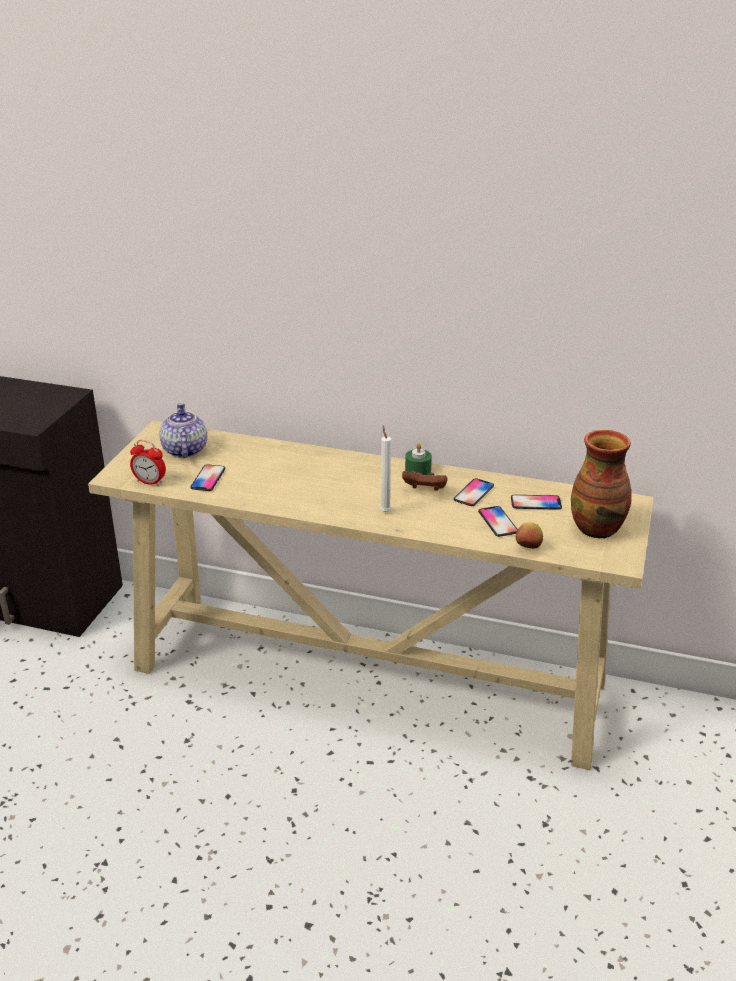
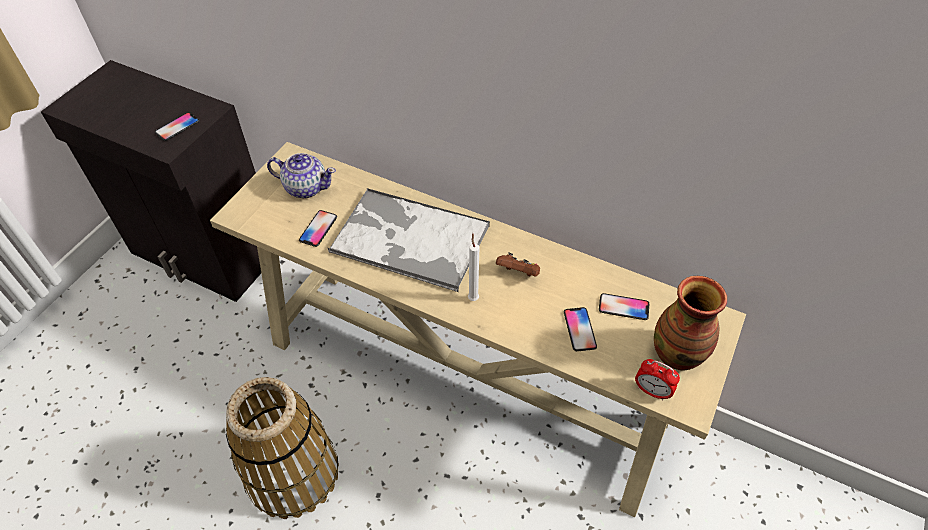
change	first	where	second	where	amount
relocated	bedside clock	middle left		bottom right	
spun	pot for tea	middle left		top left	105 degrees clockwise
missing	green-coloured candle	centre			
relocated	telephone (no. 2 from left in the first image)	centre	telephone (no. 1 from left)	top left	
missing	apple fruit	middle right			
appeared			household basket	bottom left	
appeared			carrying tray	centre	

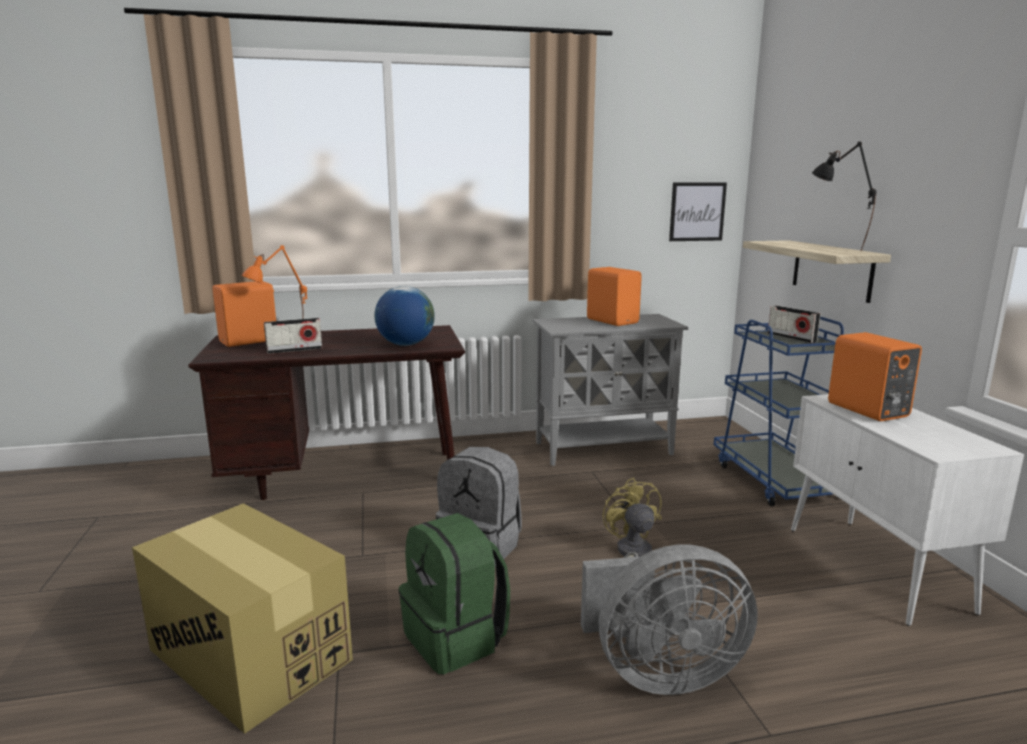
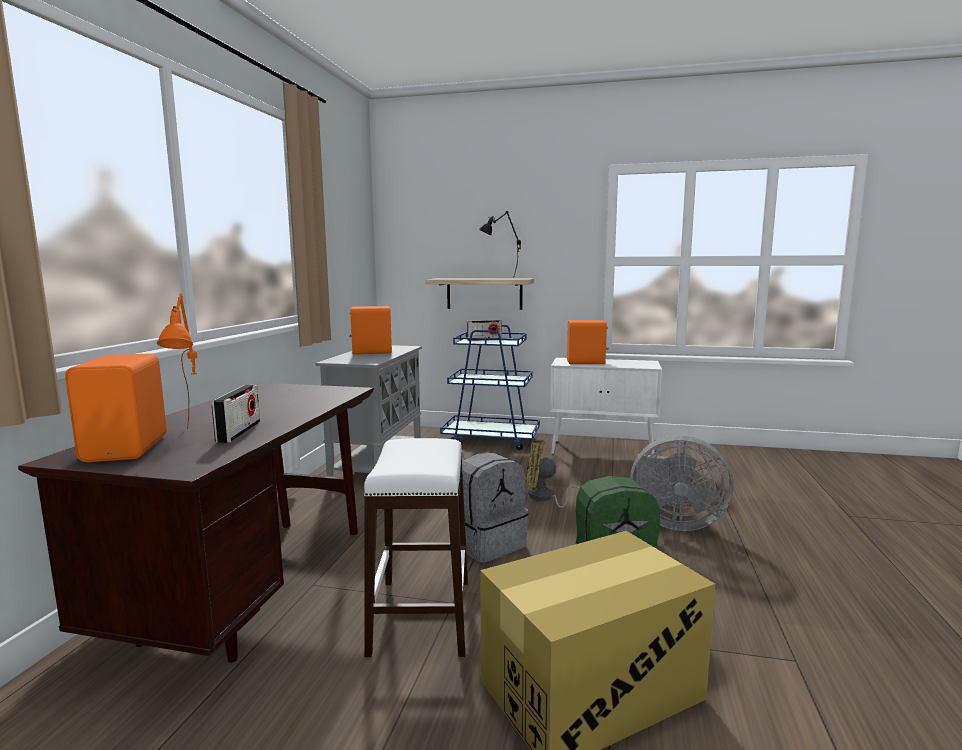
change	first	where	second	where	amount
missing	desk globe	centre			
spun	gray cooling fan	bottom centre		middle right	90 degrees clockwise
missing	wall picture	top right			
appeared			white stool seat	bottom centre	

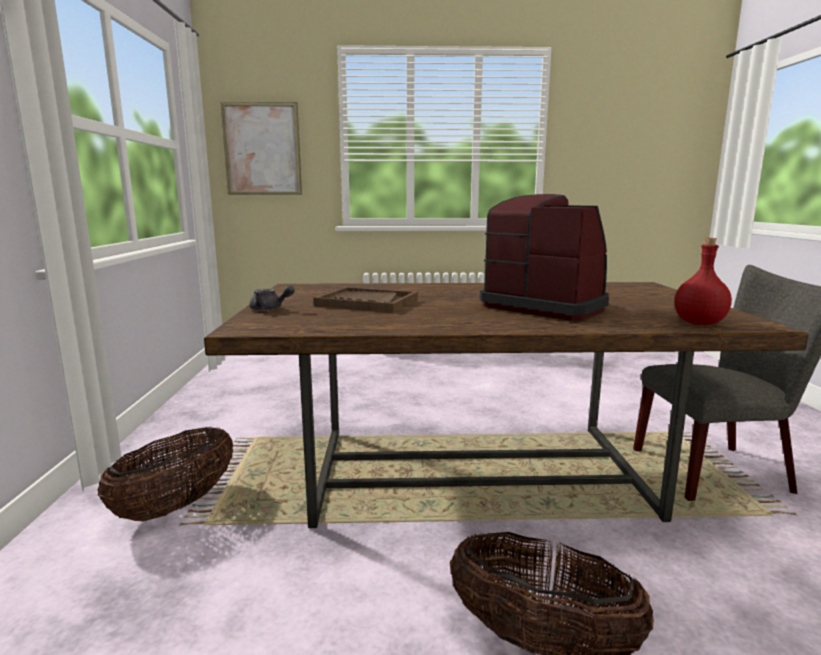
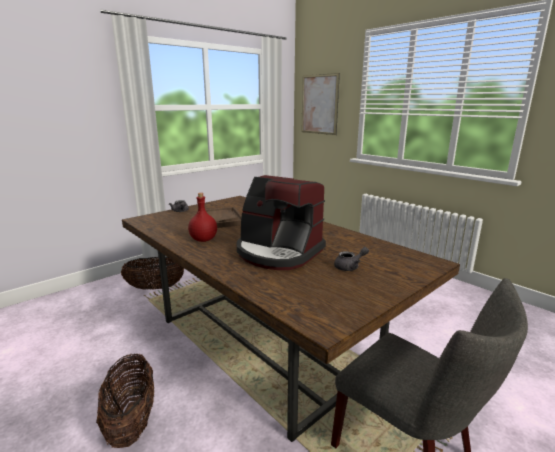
change	first	where	second	where	amount
spun	coffee maker	centre		centre	120 degrees clockwise
relocated	red beverage bottle	middle right		centre	
appeared			gray pot for tea (no. 2 from left)	centre	

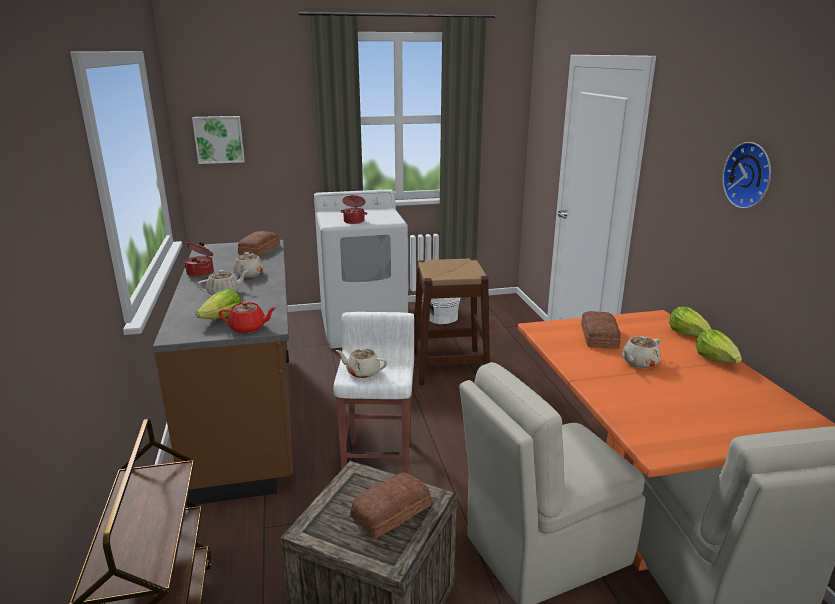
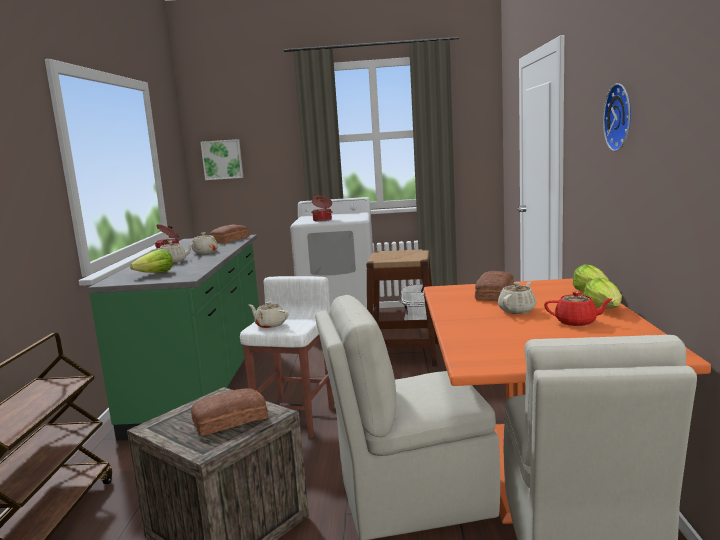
change	first	where	second	where	amount
colour	brown-coloured counter	middle left	green-coloured counter	middle left	
relocated	red pot for tea	middle left		middle right	
spun	beige-coloured pot for tea (no. 4 from left)	middle right		middle right	150 degrees clockwise

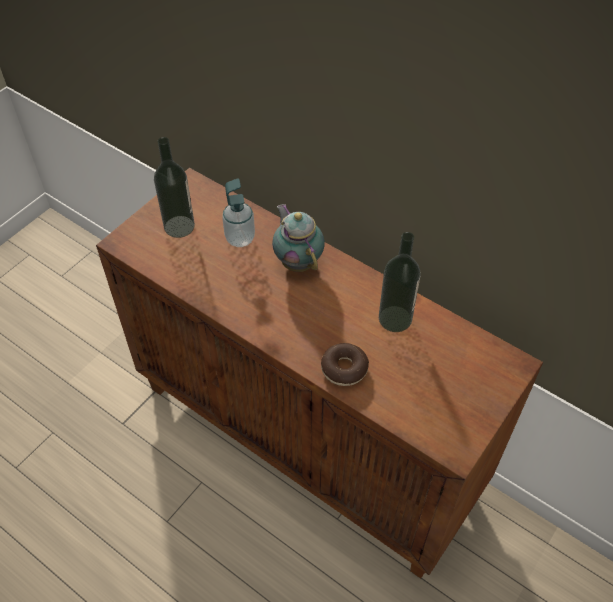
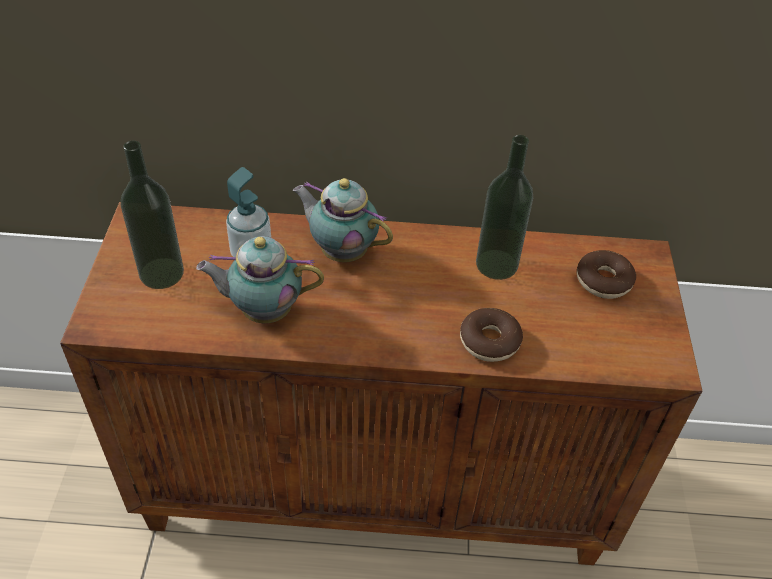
change	first	where	second	where	amount
appeared			pot for tea (no. 1 from left)	centre	
appeared			ring doughnut (no. 2 from left)	middle right	

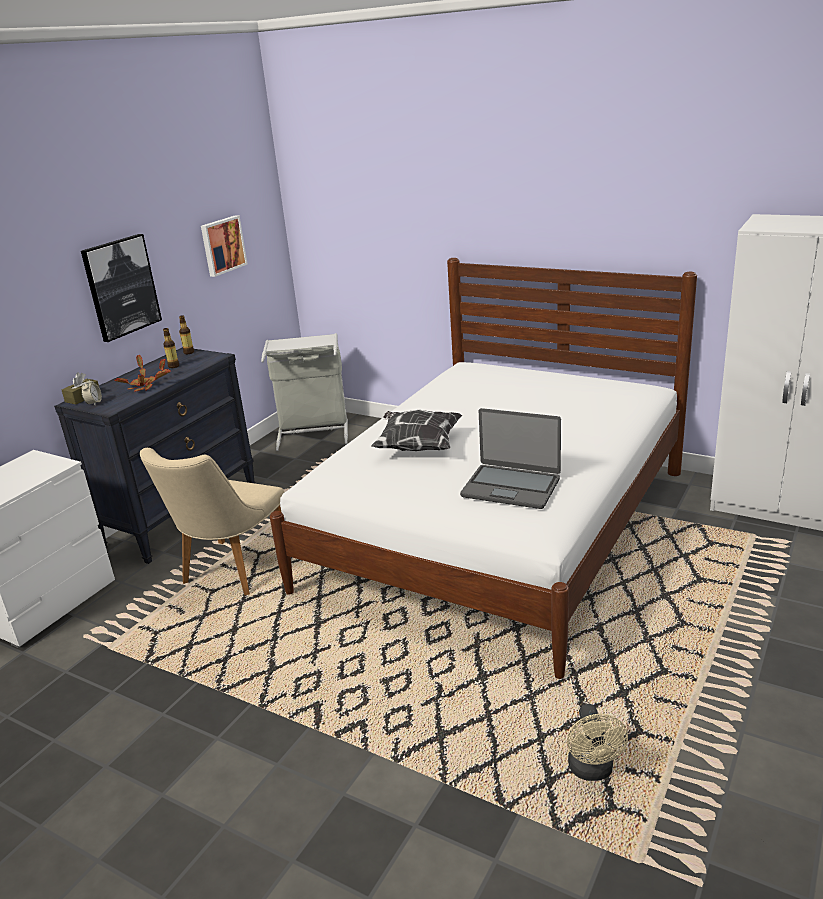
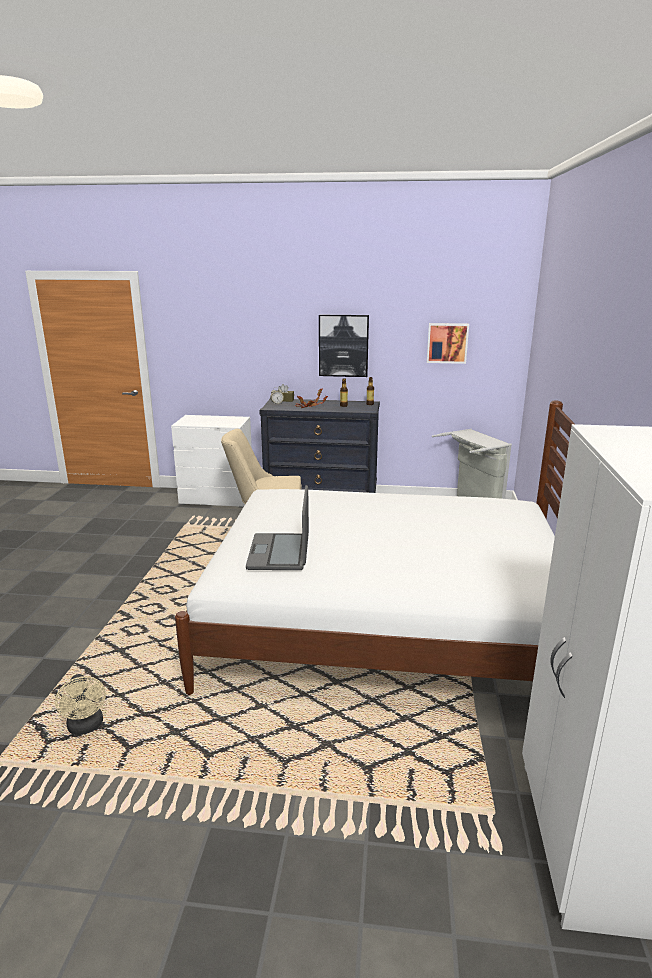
change	first	where	second	where	amount
missing	throw pillow	centre			
spun	beige-coloured cooling fan	bottom right		bottom left	90 degrees counterclockwise

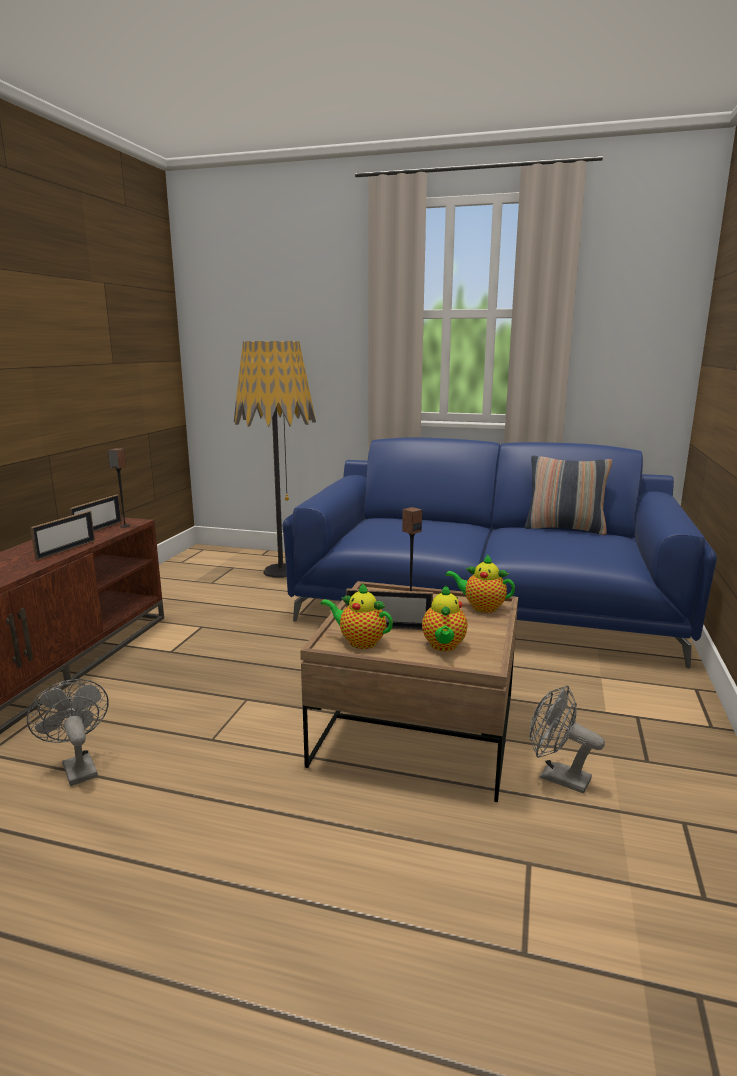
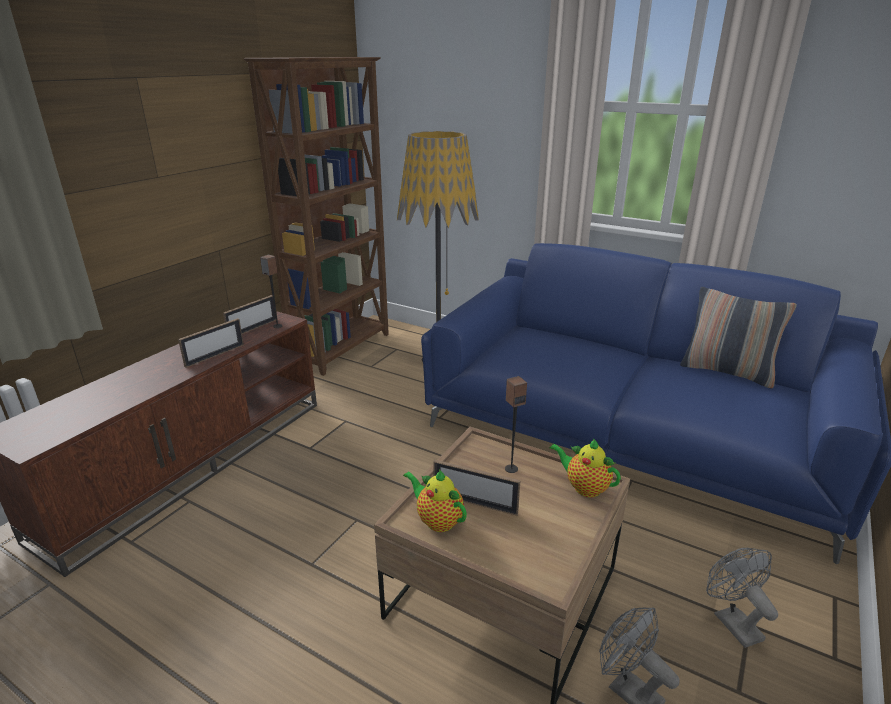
change	first	where	second	where	amount
relocated	gray cooling fan (no. 1 from left in the first image)	bottom left	gray cooling fan (no. 2 from left)	bottom right	
missing	pot for tea (no. 2 from left)	centre			
appeared			brown-coloured shelving unit	top centre	

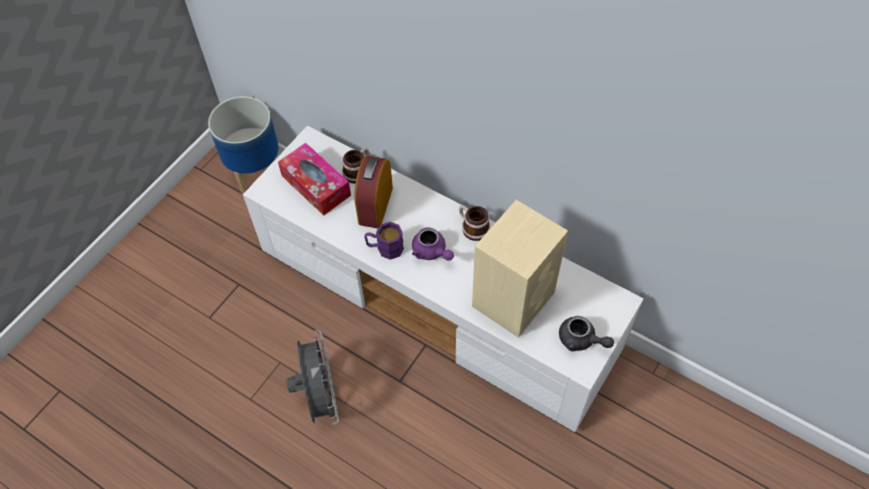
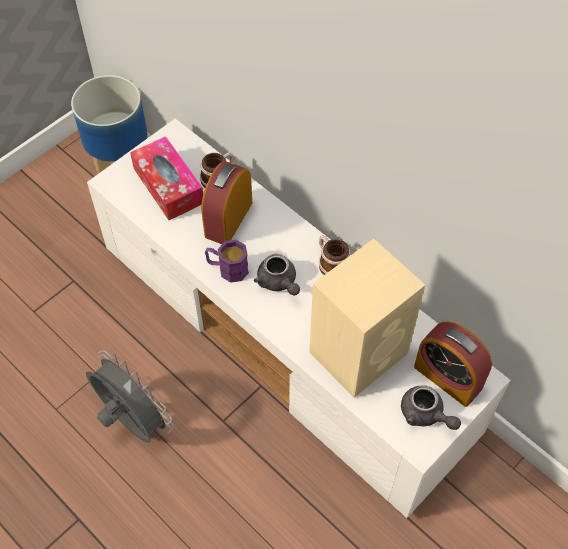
change	first	where	second	where	amount
spun	gray cooling fan	bottom centre		bottom left	45 degrees counterclockwise
colour	purple-coloured pot for tea	centre	gray pot for tea (no. 1 from left)	centre	
appeared			bedside clock (no. 2 from left)	middle right	

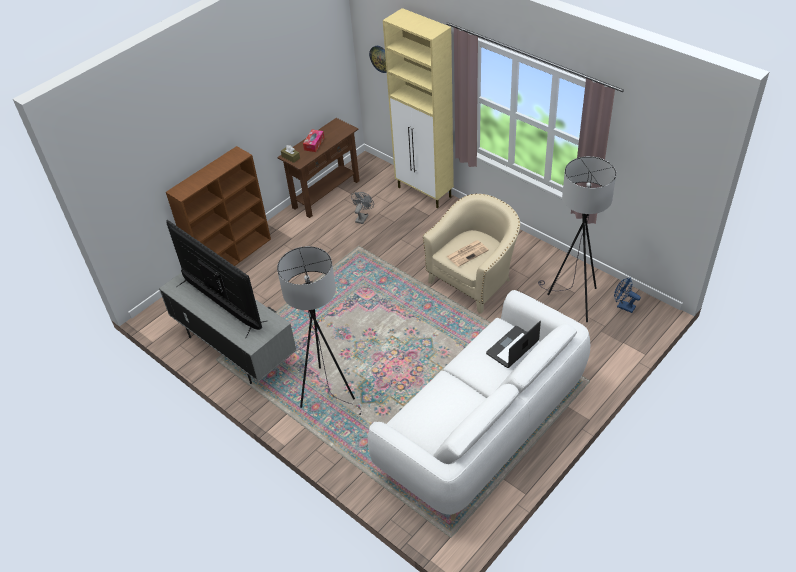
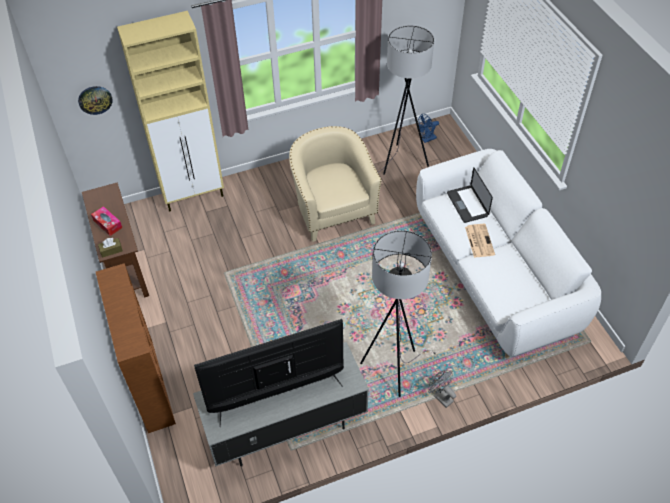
change	first	where	second	where	amount
relocated	gray cooling fan	centre		bottom centre	
relocated	newspaper	centre		middle right	

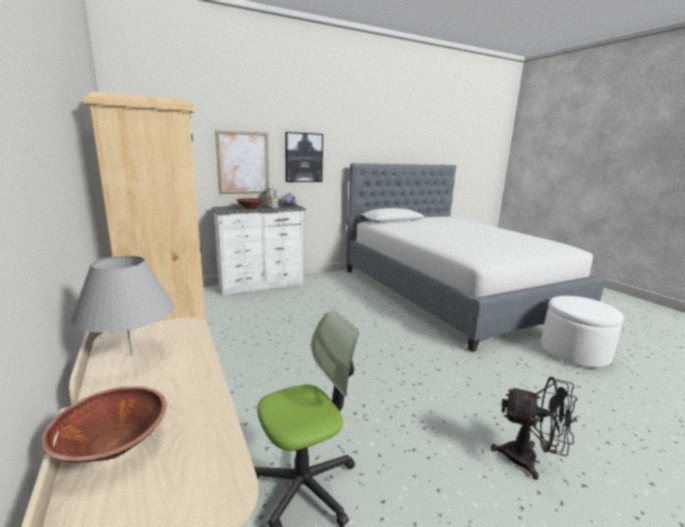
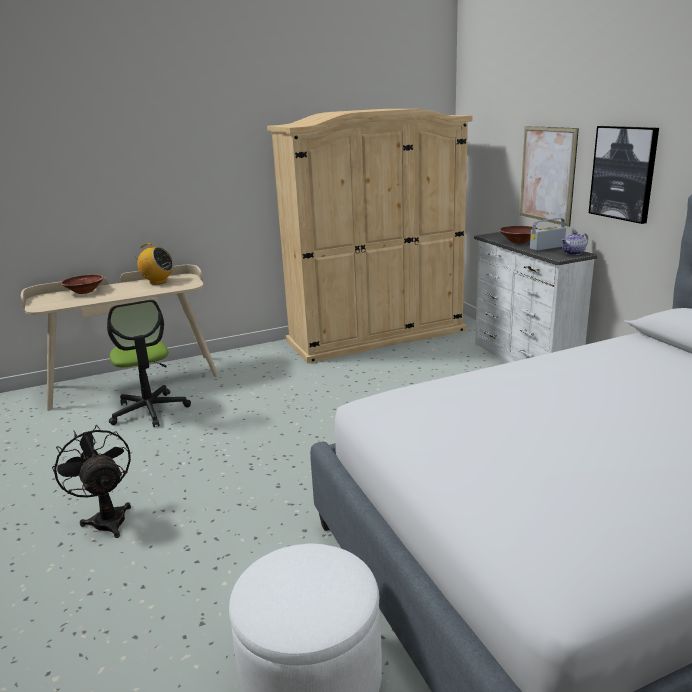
change	first	where	second	where	amount
exchanged	gray table lamp	middle left	radio (no. 1 from left)	middle left	
spun	blackish cooling fan	bottom right		bottom left	120 degrees clockwise

